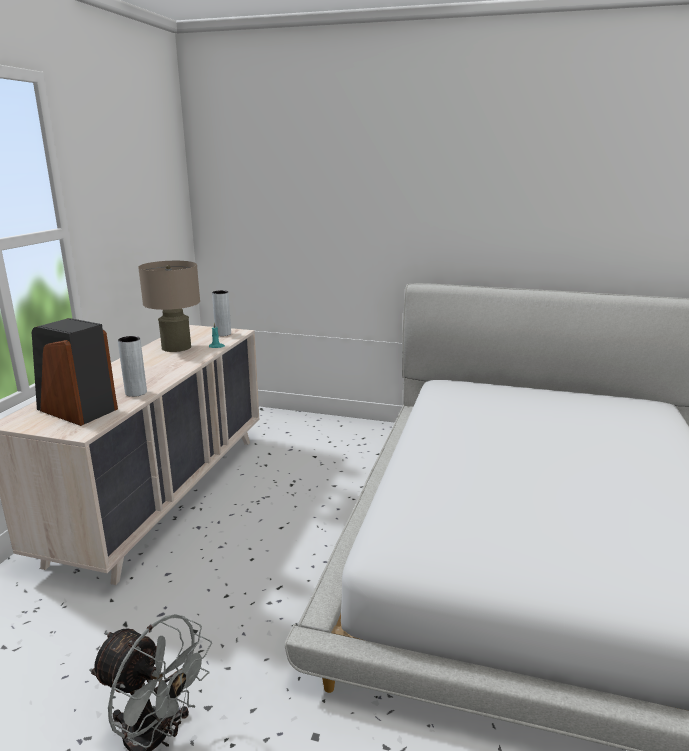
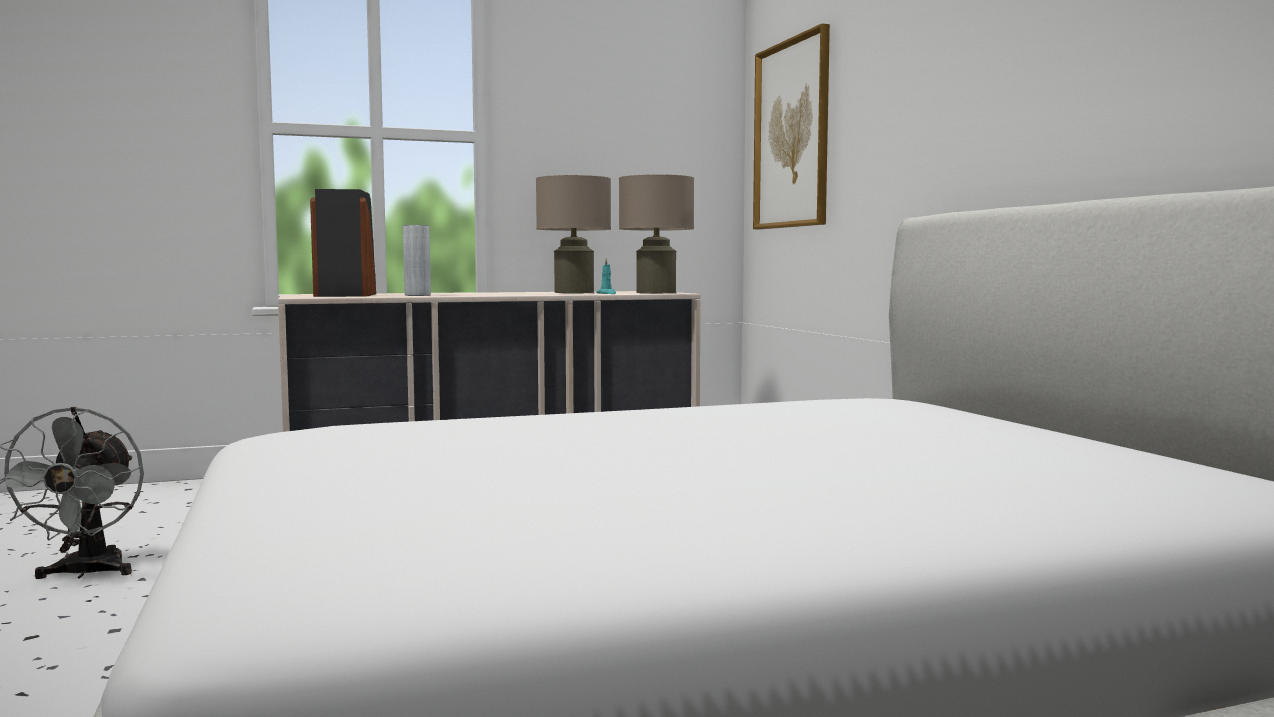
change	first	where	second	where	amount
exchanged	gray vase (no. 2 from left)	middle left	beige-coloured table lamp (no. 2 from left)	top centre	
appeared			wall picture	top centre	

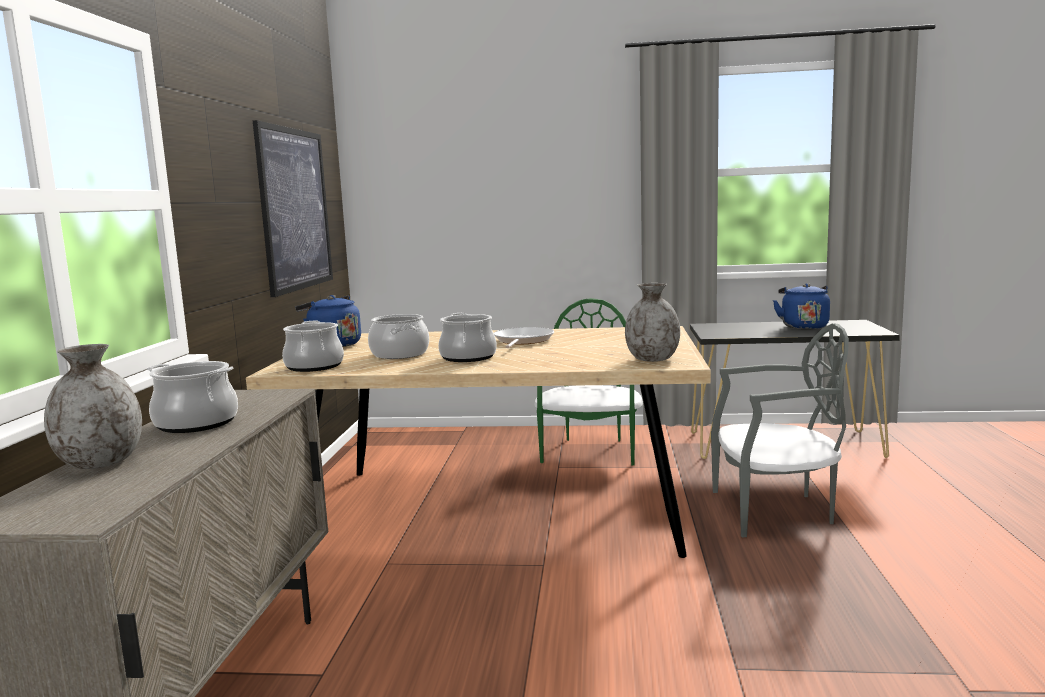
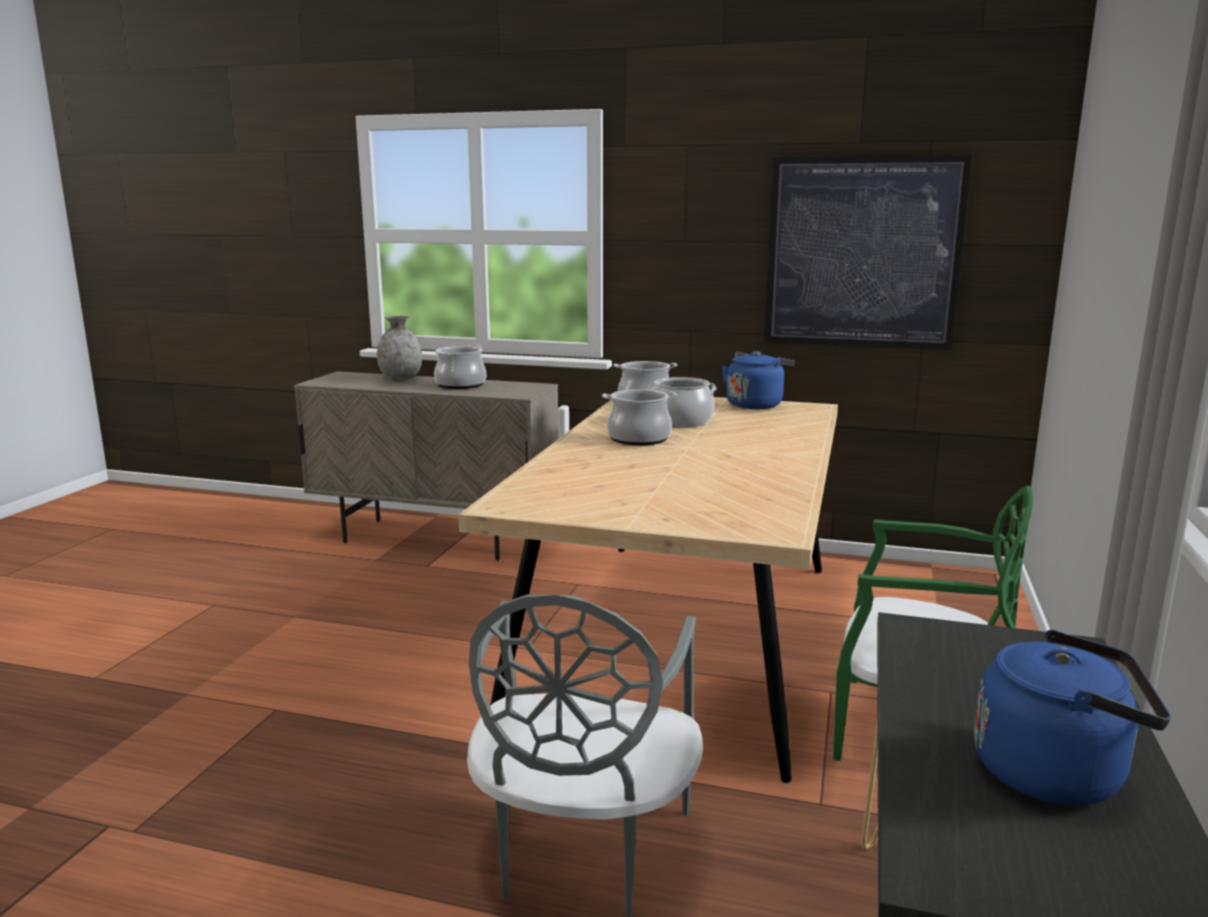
change	first	where	second	where	amount
missing	frying pan	centre			
missing	gray vase (no. 2 from left)	centre			

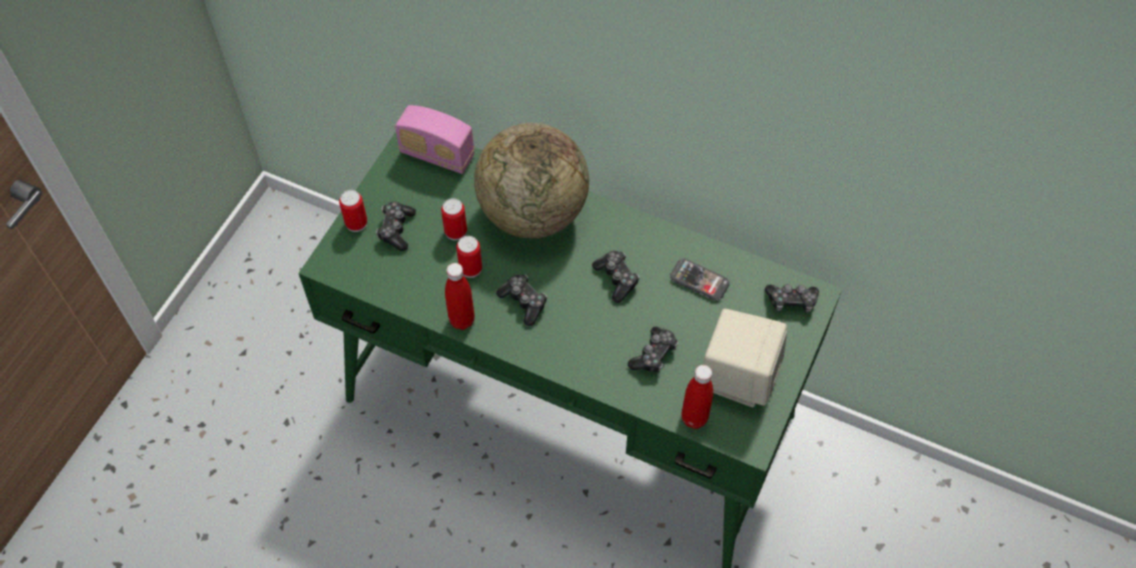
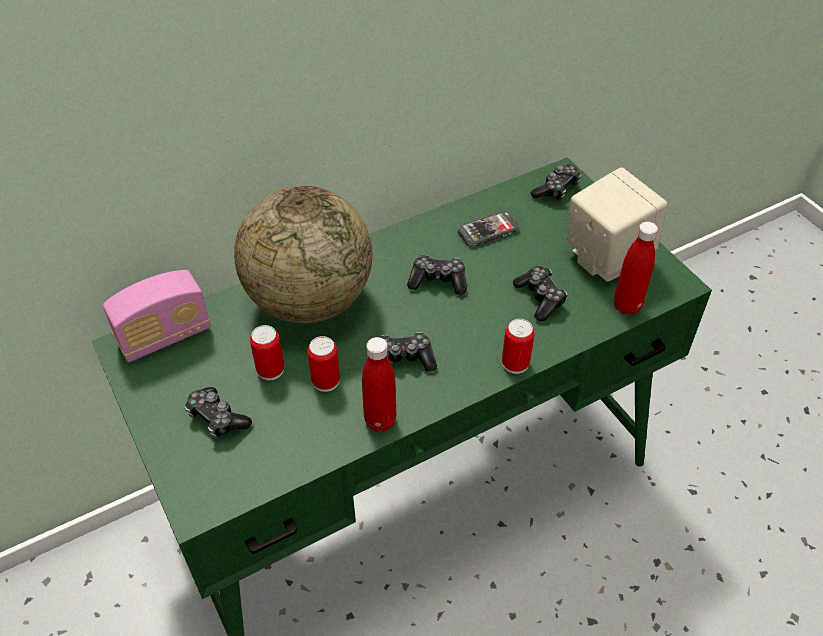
change	first	where	second	where	amount
relocated	metal can (no. 1 from left in the first image)	middle left	metal can (no. 3 from left)	centre	

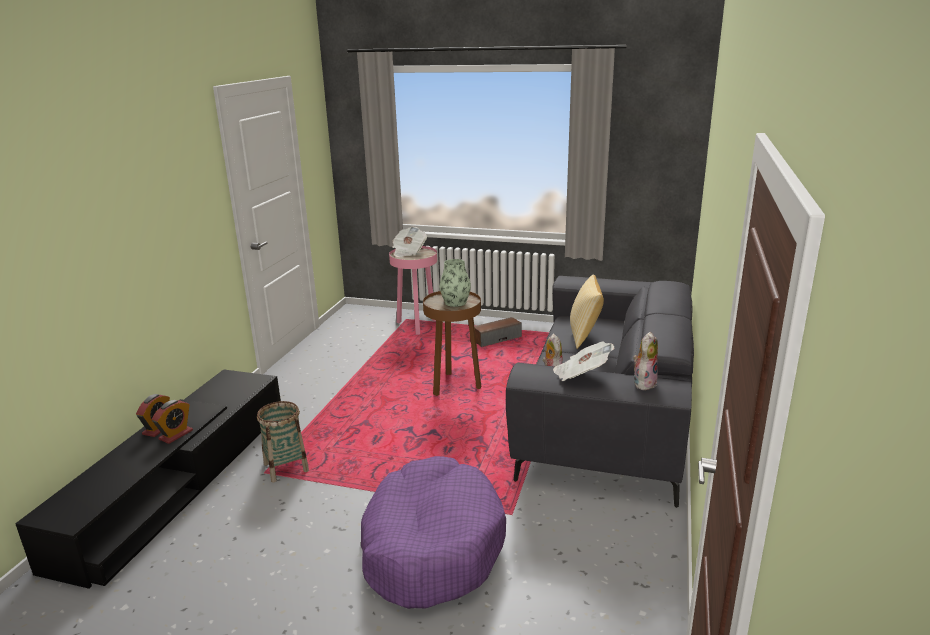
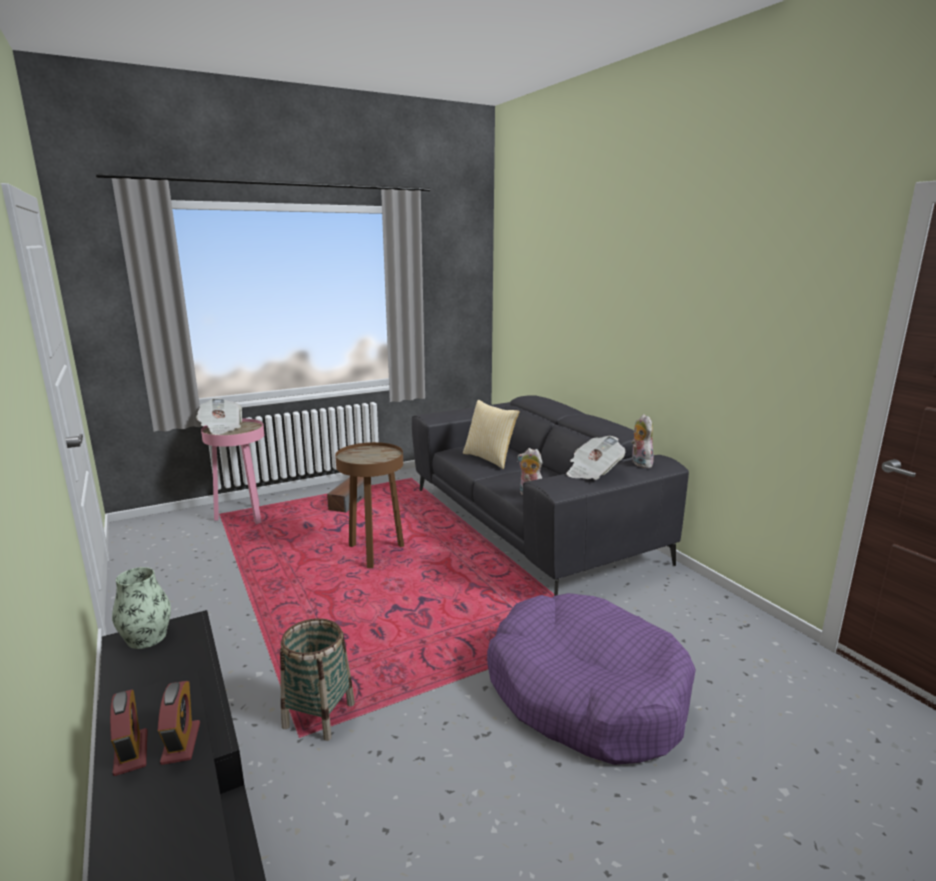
change	first	where	second	where	amount
relocated	vase	centre		bottom left	

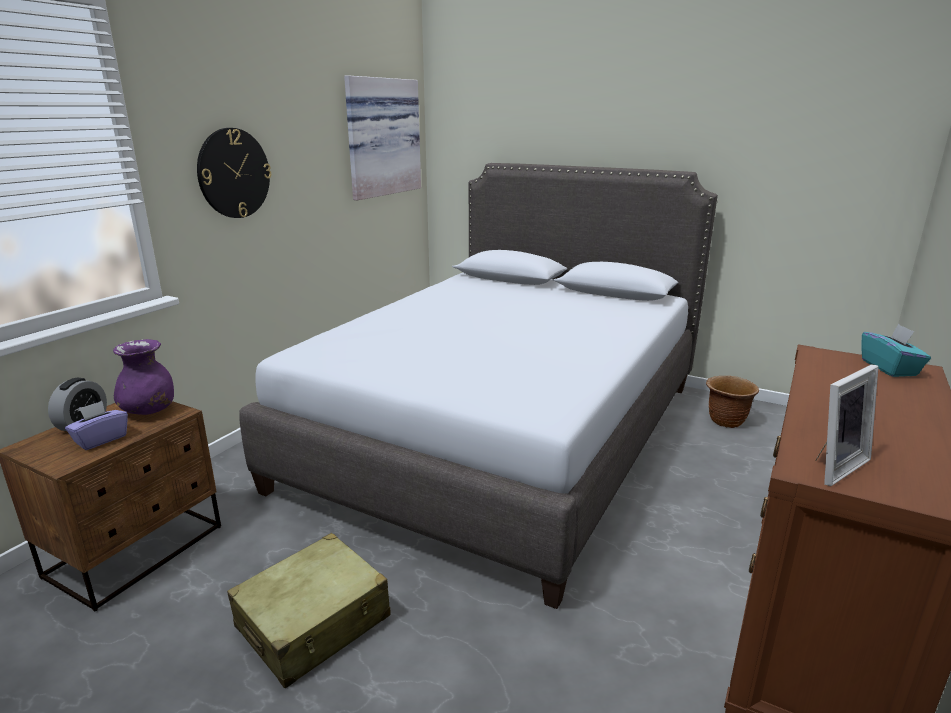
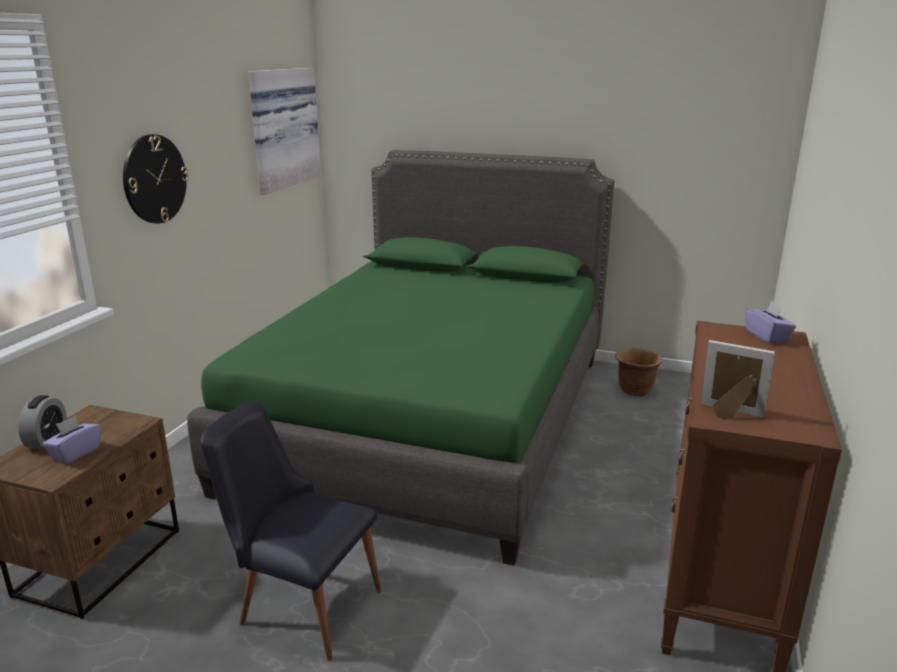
change	first	where	second	where	amount
missing	purple-coloured vase	middle left			
exchanged	beige-coloured suitcase	bottom left	blackish upright chair	bottom left	
colour	gray sleeping bed	centre	green-coloured sleeping bed	centre	
spun	photo frame	middle right		middle right	105 degrees counterclockwise
colour	turquoise-coloured tissue holder	middle right	purple-coloured tissue holder (no. 2 from left)	middle right	

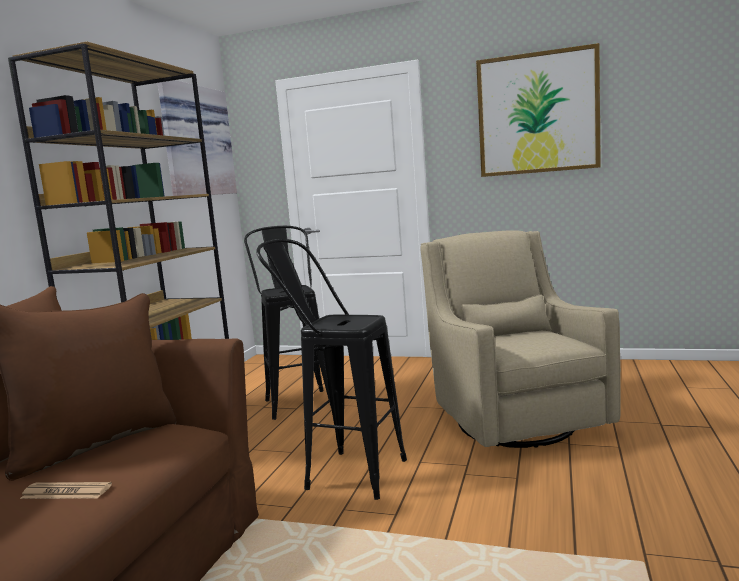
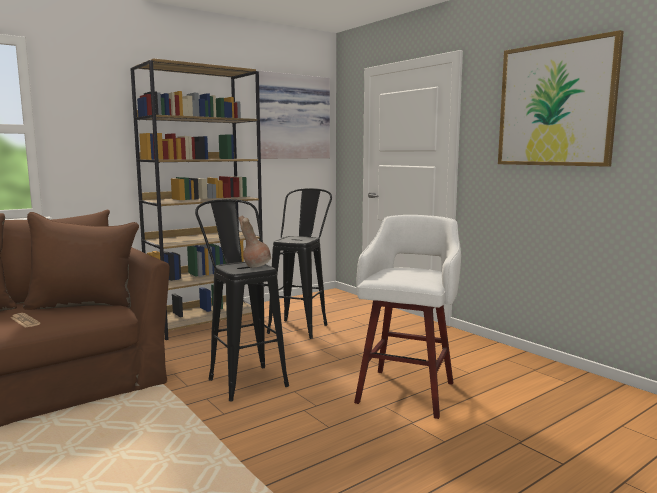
change	first	where	second	where	amount
exchanged	beige-coloured armchair	middle right	white stool seat	centre	
appeared			brown-coloured vase	centre	

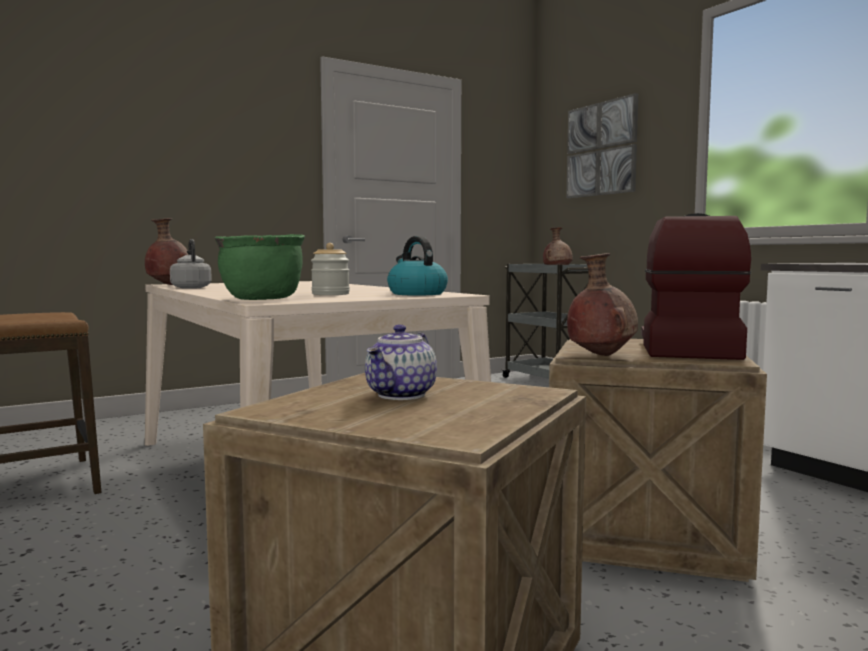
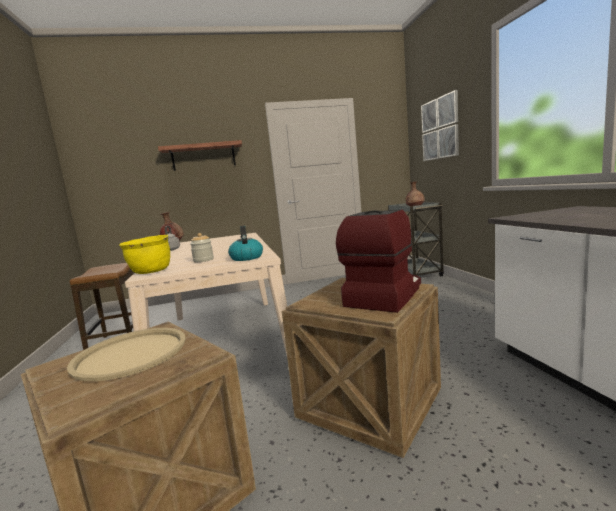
change	first	where	second	where	amount
colour	green-coloured cooking pot	middle left	yellowish cooking pot	middle left	
exchanged	pot for tea	centre	beige-coloured carrying tray	bottom left	
missing	brown-coloured vase (no. 3 from left)	middle right			
appeared			shelf	top left	

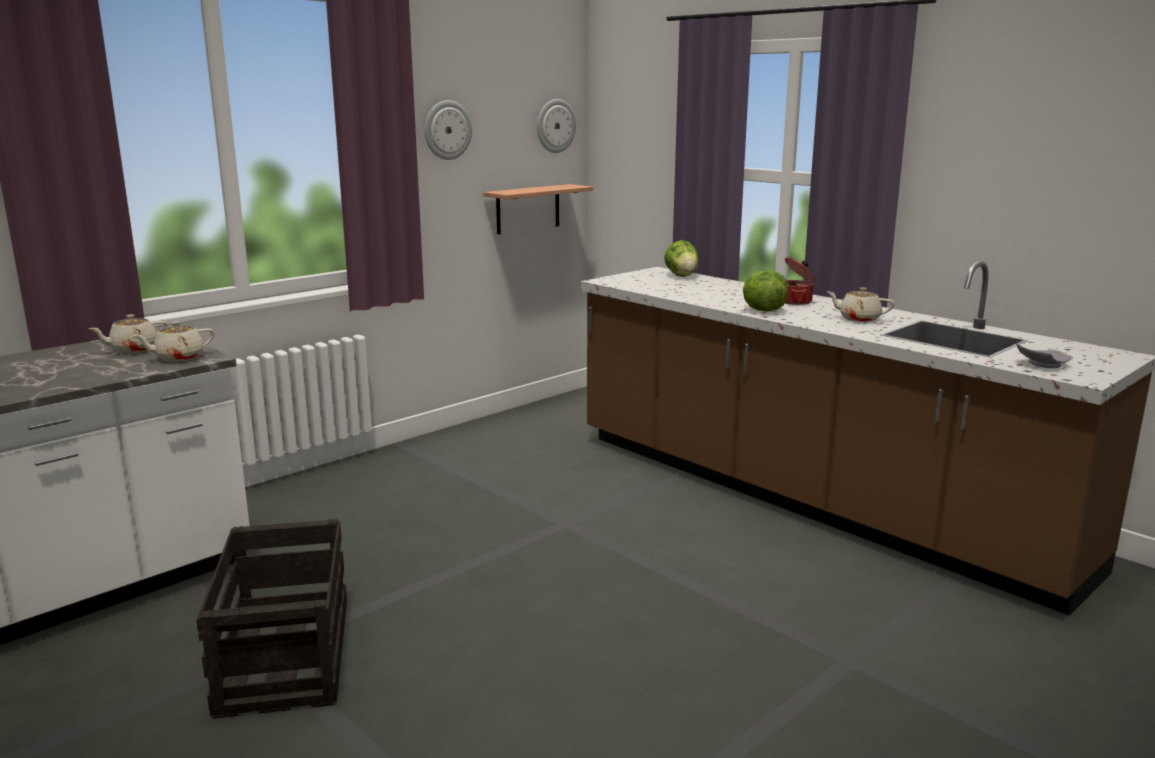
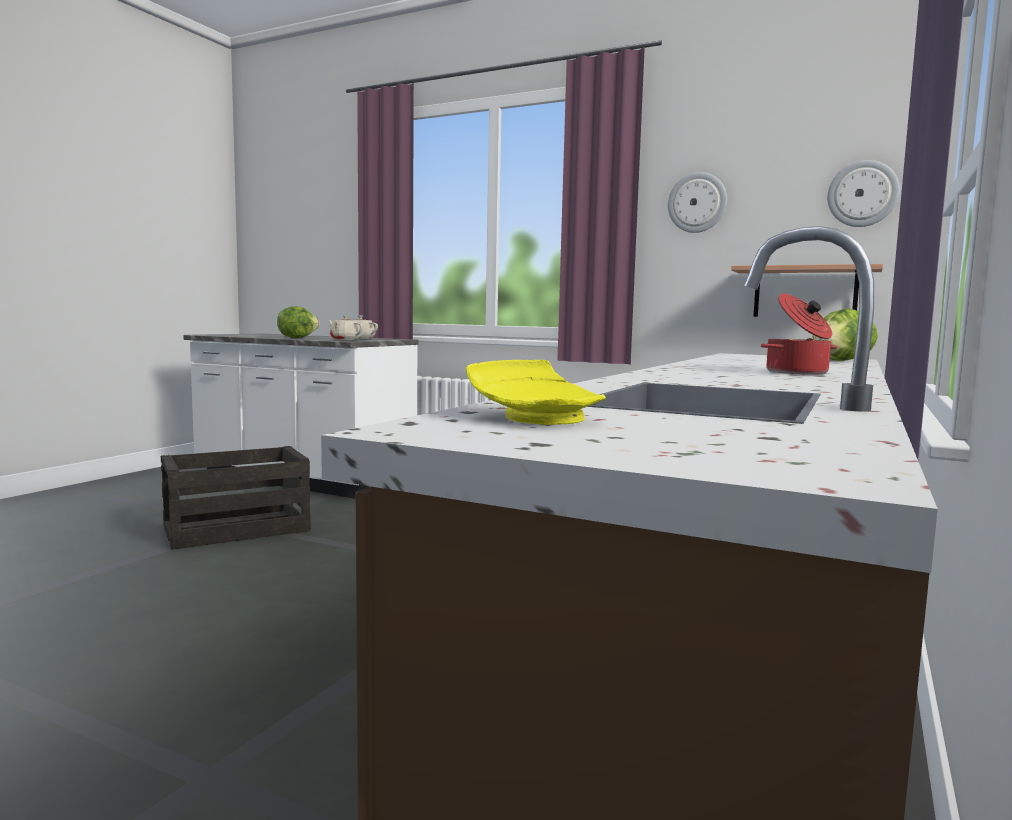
change	first	where	second	where	amount
relocated	lettuce (no. 2 from left in the first image)	centre	lettuce (no. 1 from left)	middle left	
missing	beige-coloured pot for tea (no. 3 from left)	middle right			
colour	gray dinner plate	middle right	yellowish dinner plate	centre	

